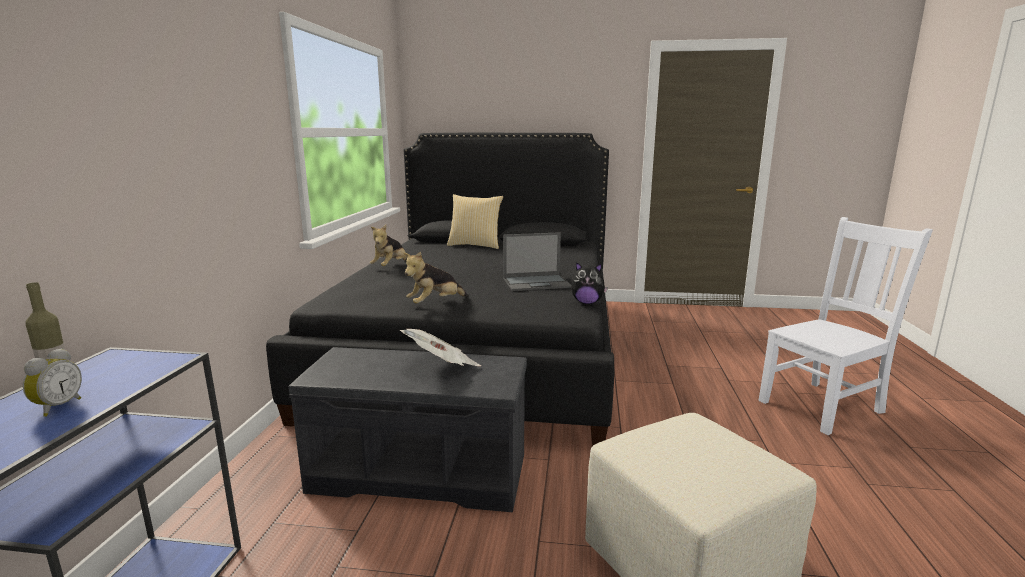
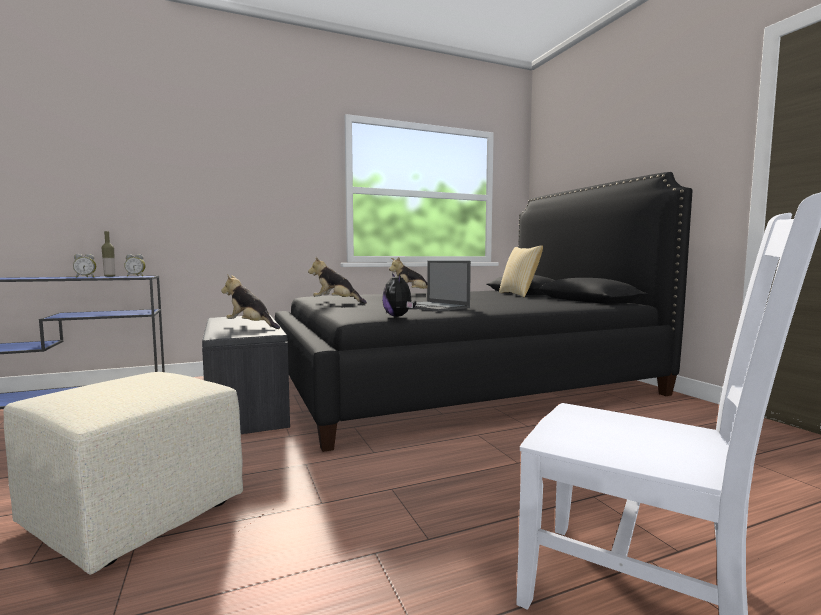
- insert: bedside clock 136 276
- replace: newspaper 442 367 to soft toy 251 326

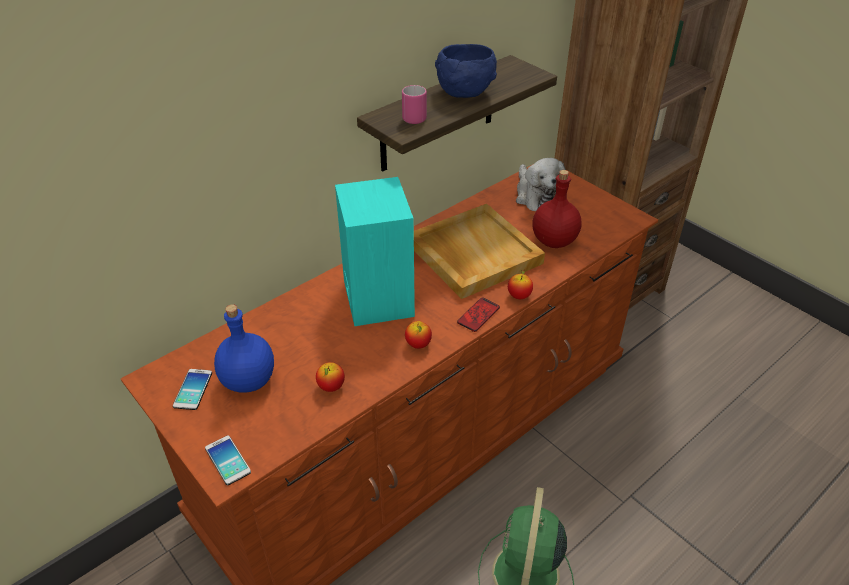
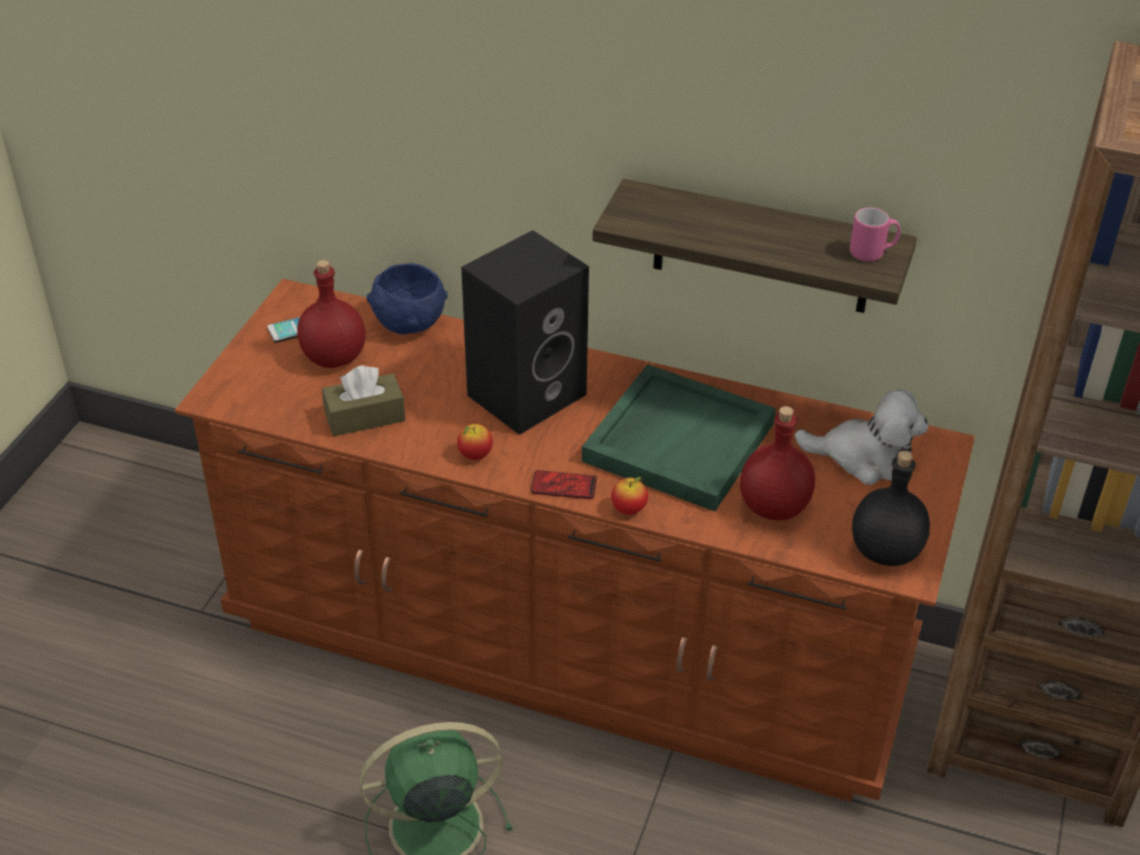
- recolor: beverage bottle (blue-coloured) 247 380 to beverage bottle (red) 334 356
- replace: apple 331 387 to box of tissues (brown) 365 416
- move: bowl (blue-coloured) 465 93 to 410 325
- recolor: audio speaker (turquoise-coloured) 376 297 to audio speaker (black-coloured) 527 392
- recolor: serving tray (beige-coloured) 473 253 to serving tray (greenish) 678 440
- rotate: soft toy 536 196 = 864 457 120 degrees counterclockwise
- move: tea mug (pinkish) 416 117 to 873 253
- insert: beverage bottle (black-coloured) 884 552
- delete: handset 228 460

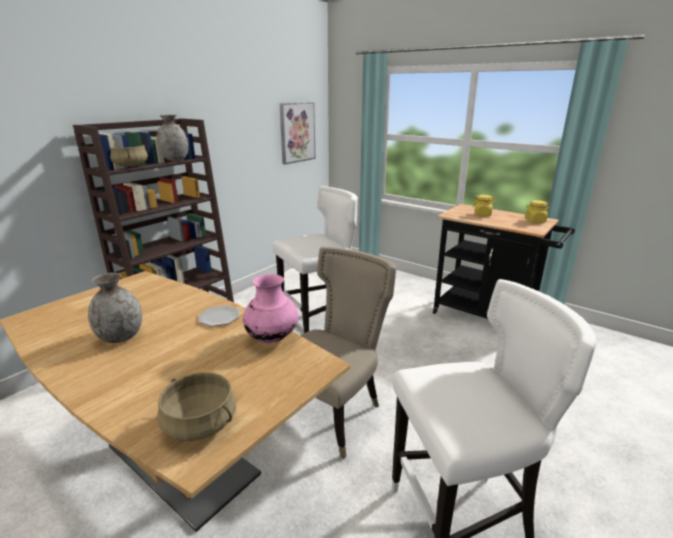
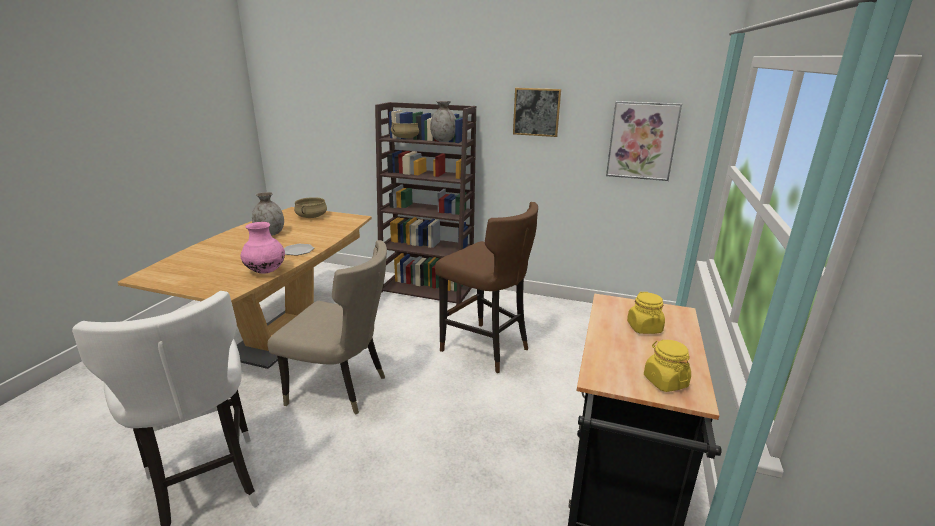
- move: stockpot (beige-coloured) 201 423 to 312 216
- recolor: sitting stool (white-coloured) 319 323 to sitting stool (brown) 486 349
- insert: wall art 536 112

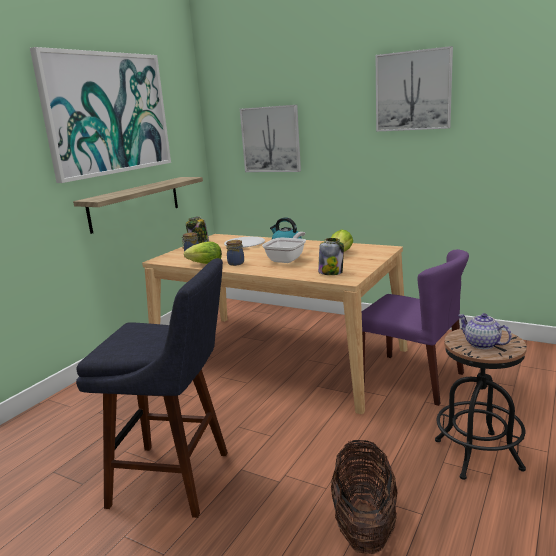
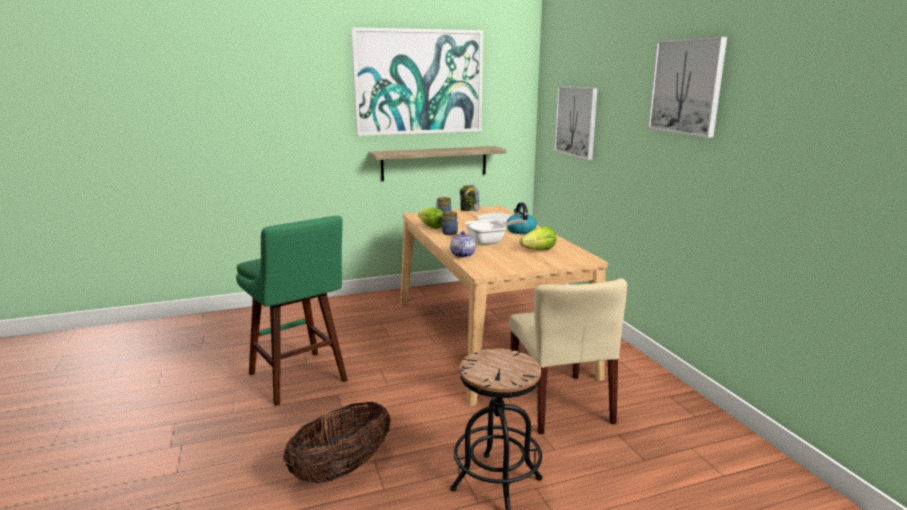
- recolor: sitting stool (blue-coloured) 178 479 to sitting stool (greenish) 300 380
- move: tea pot 482 344 to 462 255
- recolor: upright chair (purple) 412 378 to upright chair (beige-coloured) 560 403
- delete: jar 331 272

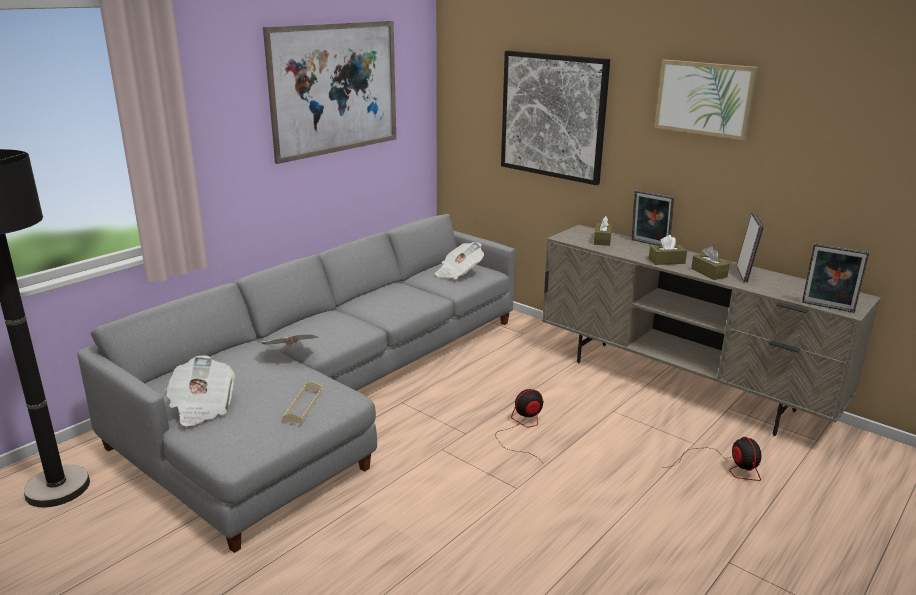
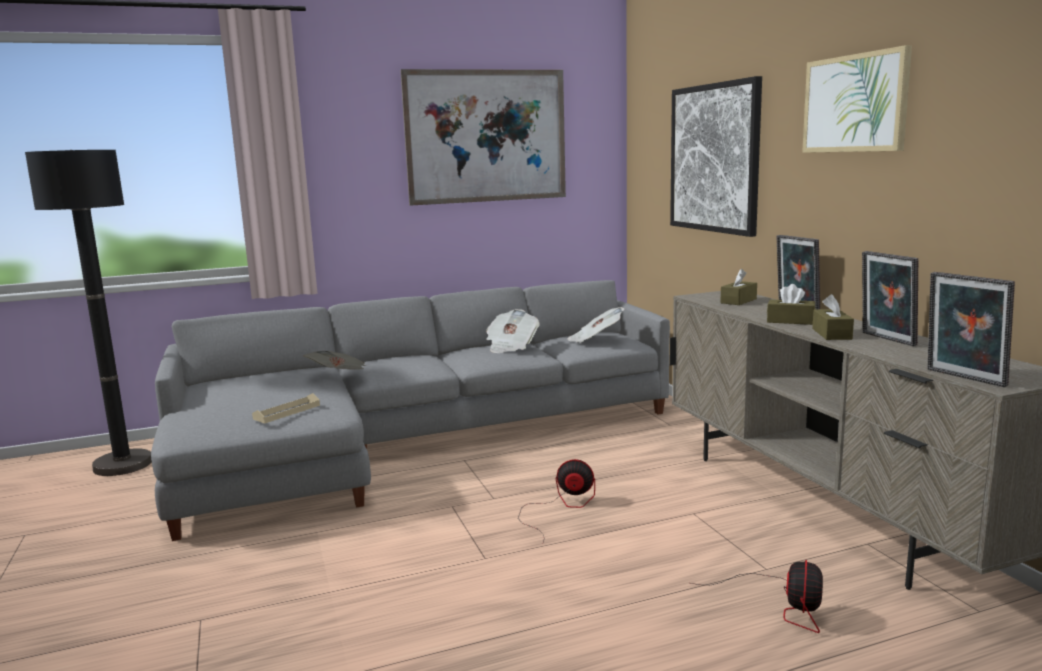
- move: newspaper 202 407 to 511 346
- rotate: picture frame 744 274 = 885 339 120 degrees clockwise

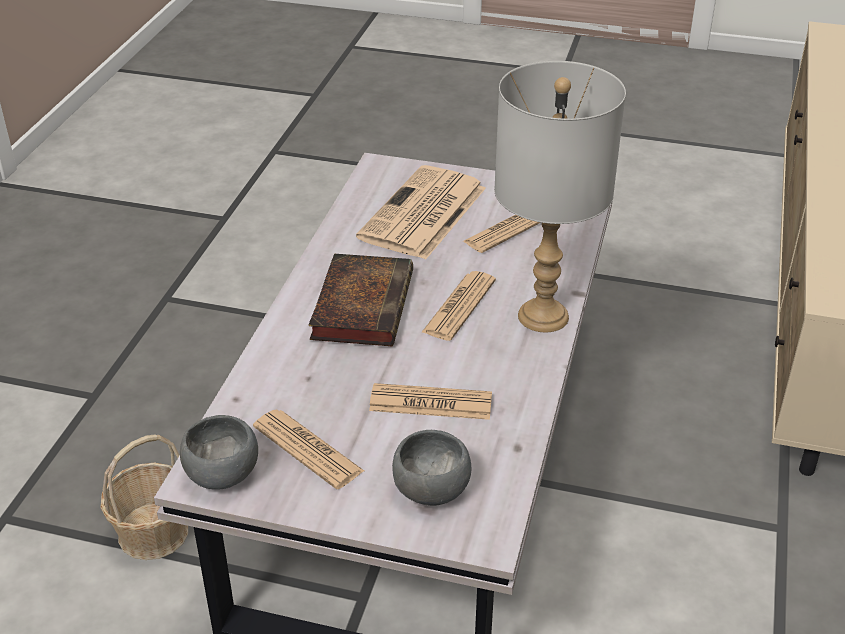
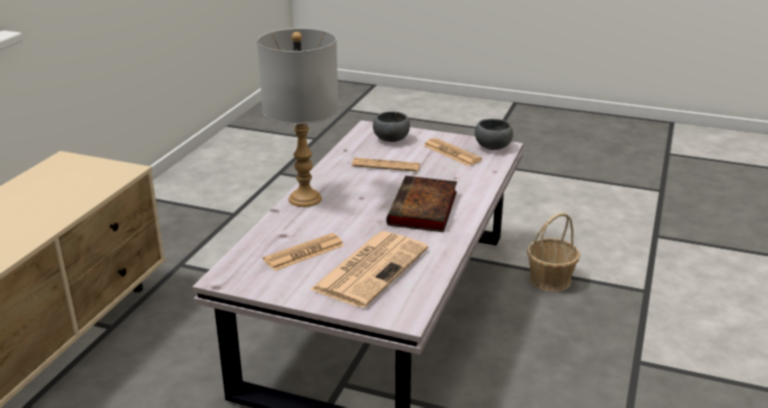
- delete: newspaper 459 306

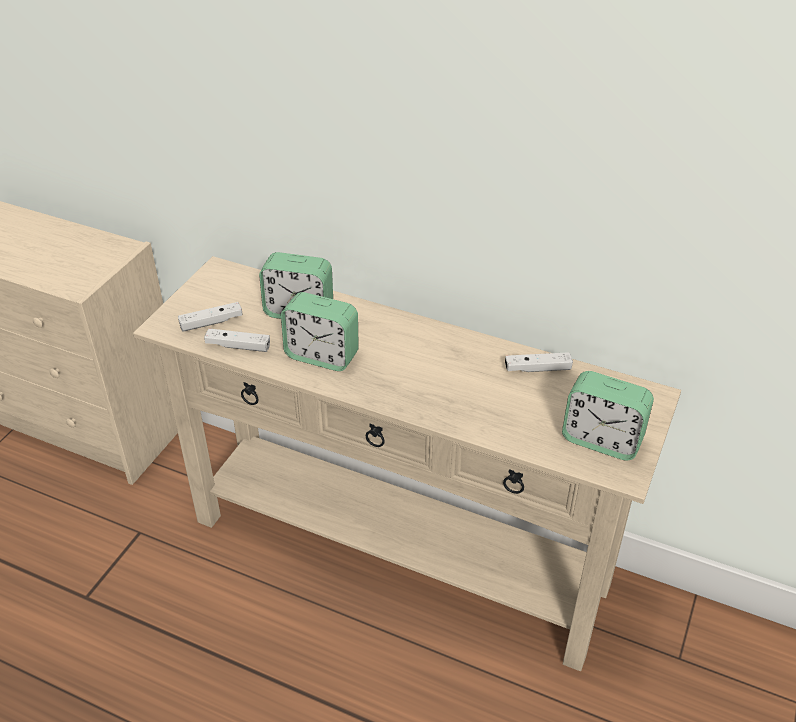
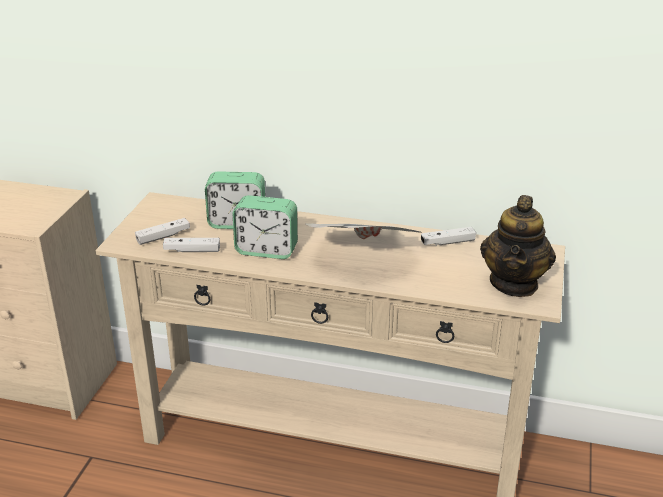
- insert: newspaper 364 254
- replace: bedside clock 602 440 to tea pot 514 283

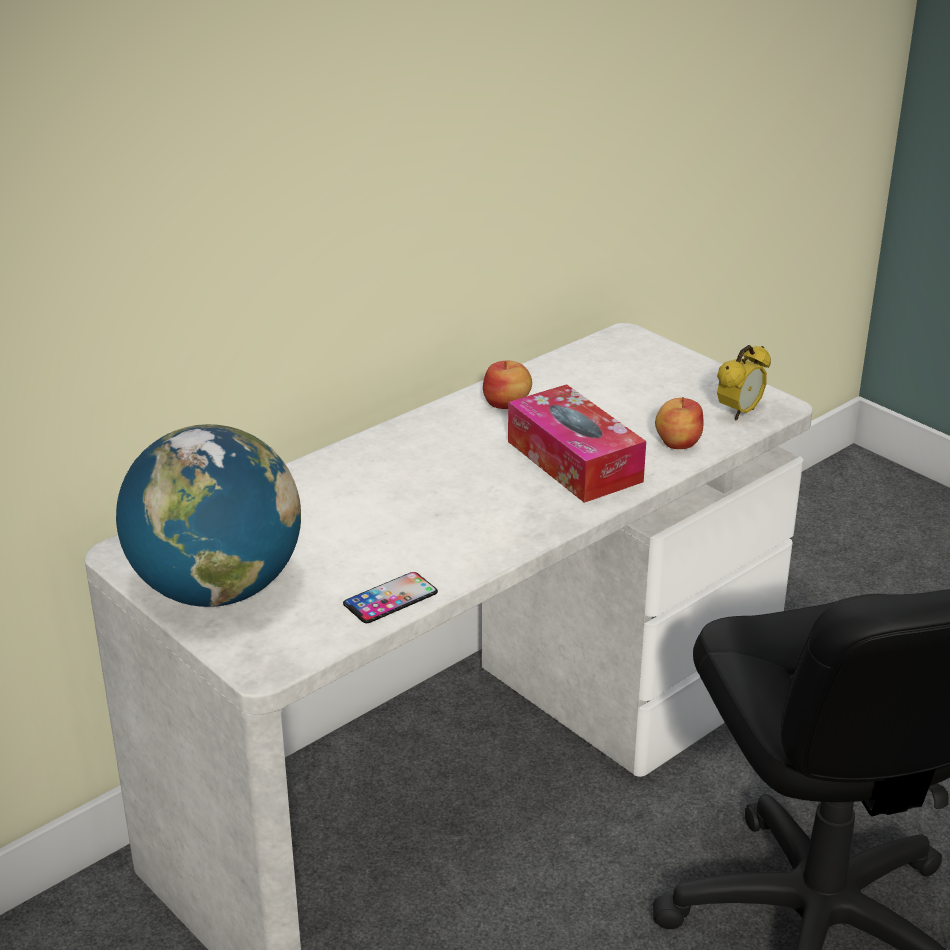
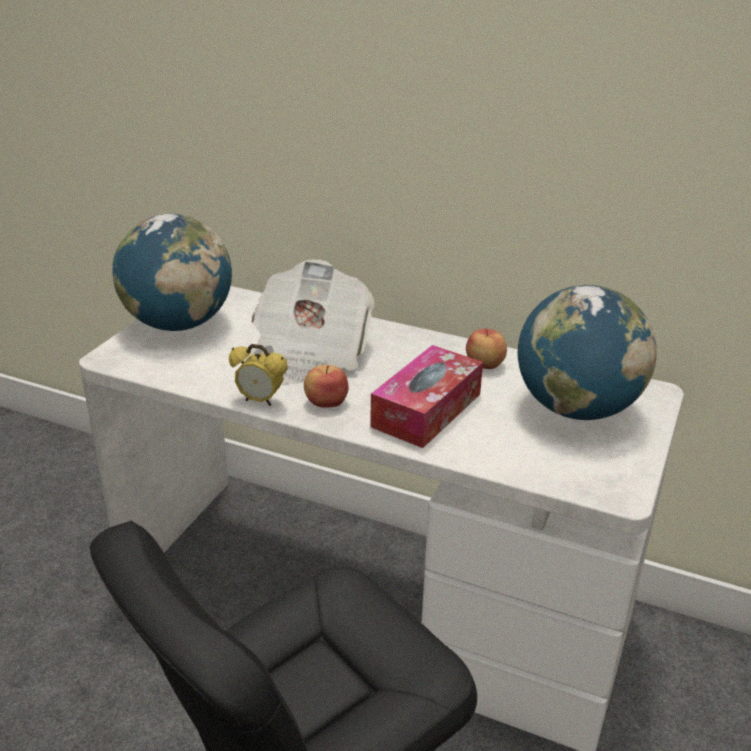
- move: bedside clock 739 413 to 260 400
- insert: newspaper 312 352
- move: apple 677 443 to 326 401
- insert: world globe 576 408
- delete: handset 390 598

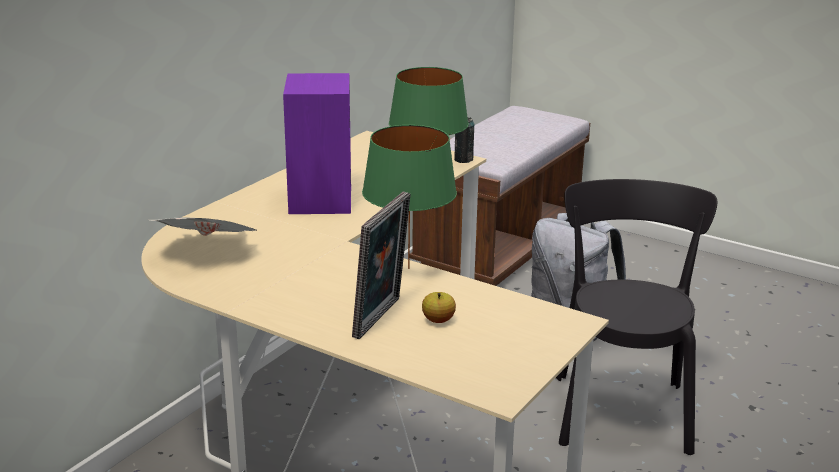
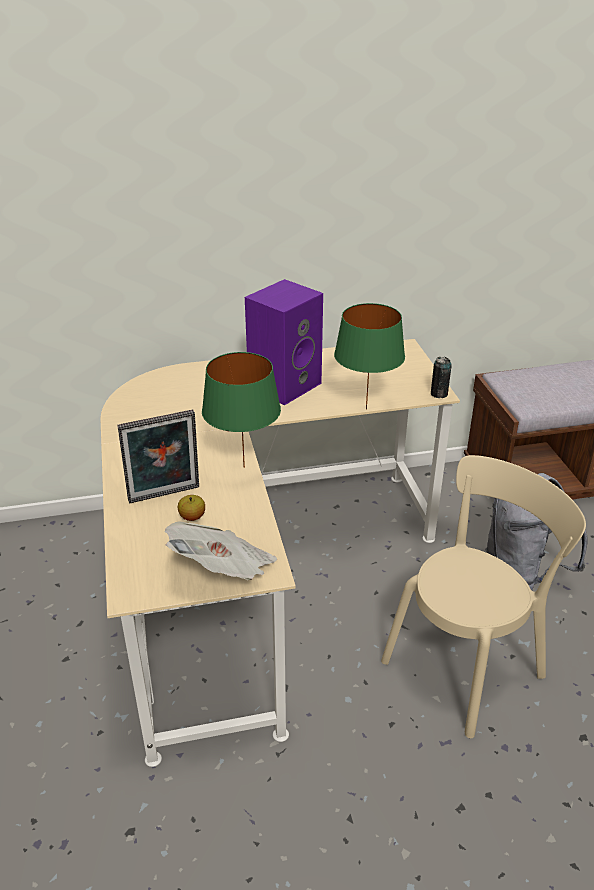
- move: newspaper 209 251 to 224 570
- recolor: upright chair (black-coloured) 621 408 to upright chair (beige-coloured) 467 664

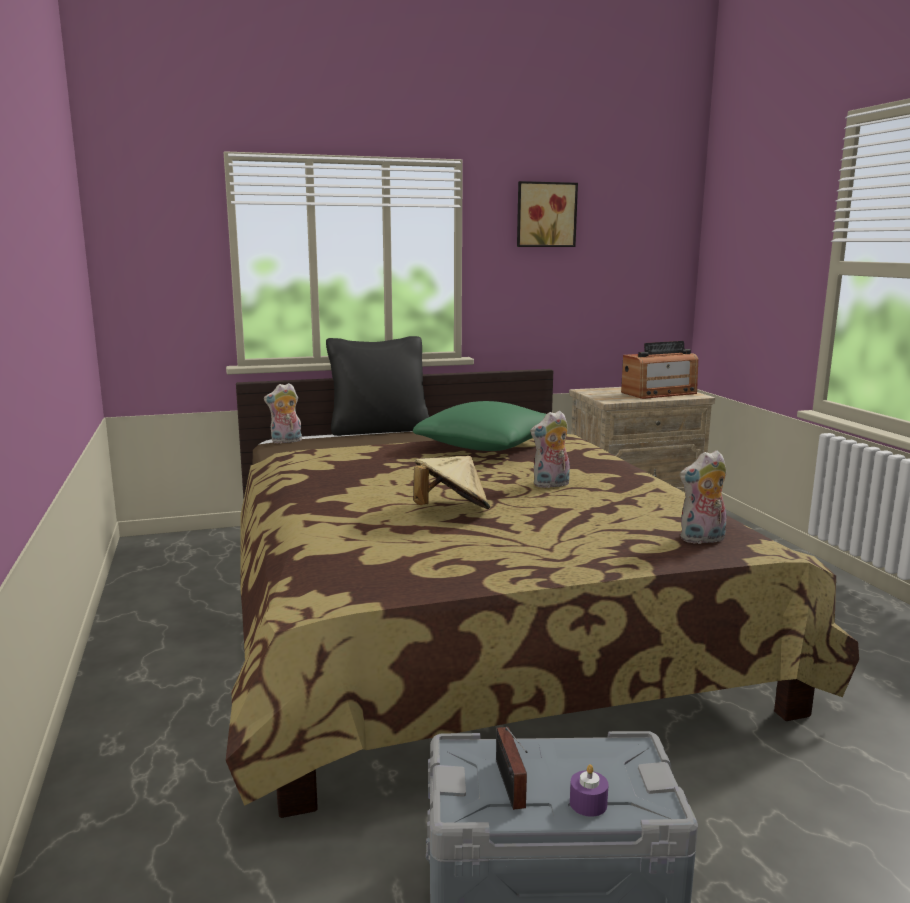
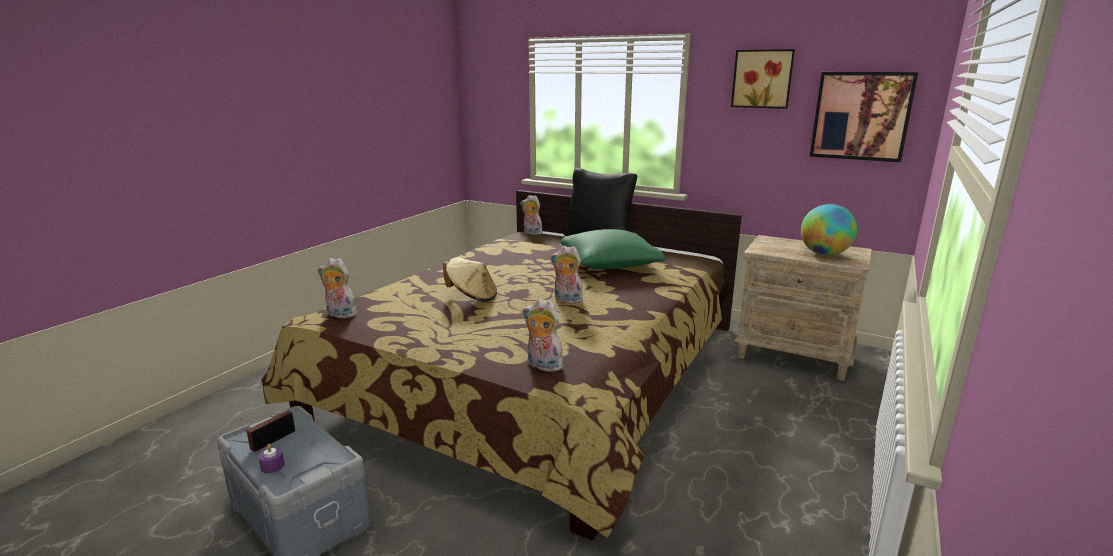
- insert: soft toy 339 315
- replace: radio set 659 393 to world globe 824 254
- insert: wall art 861 116

